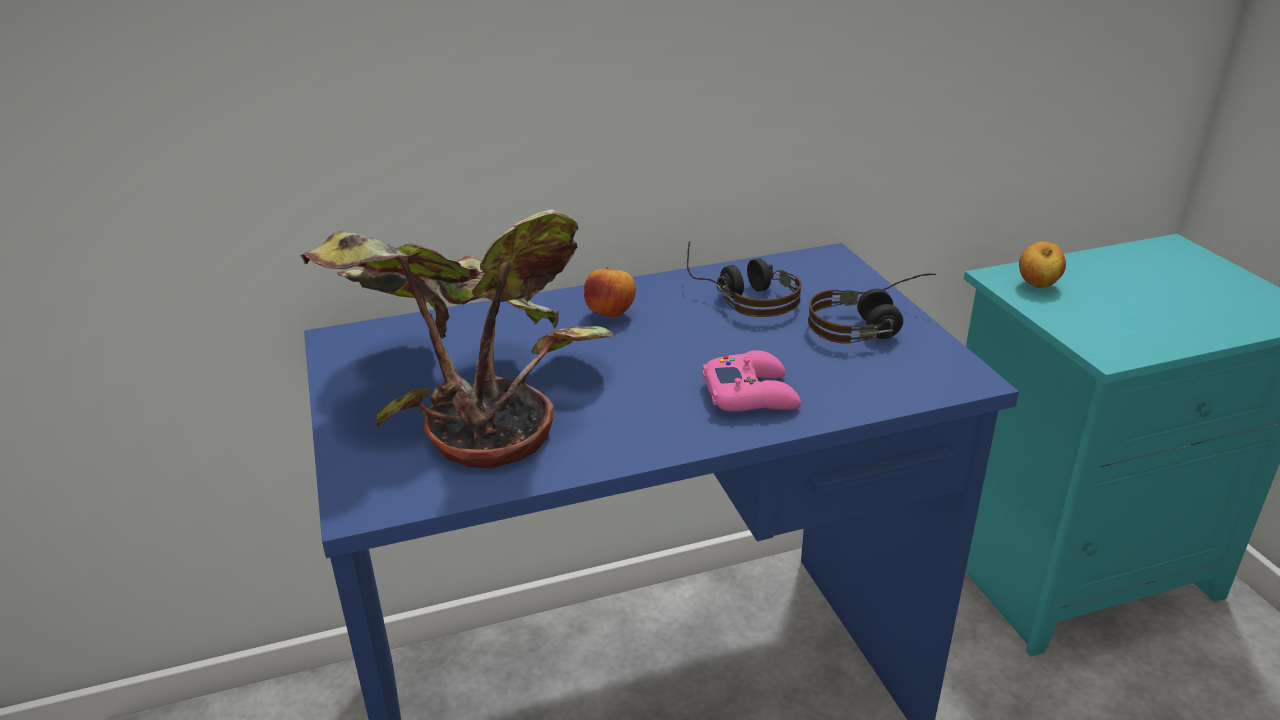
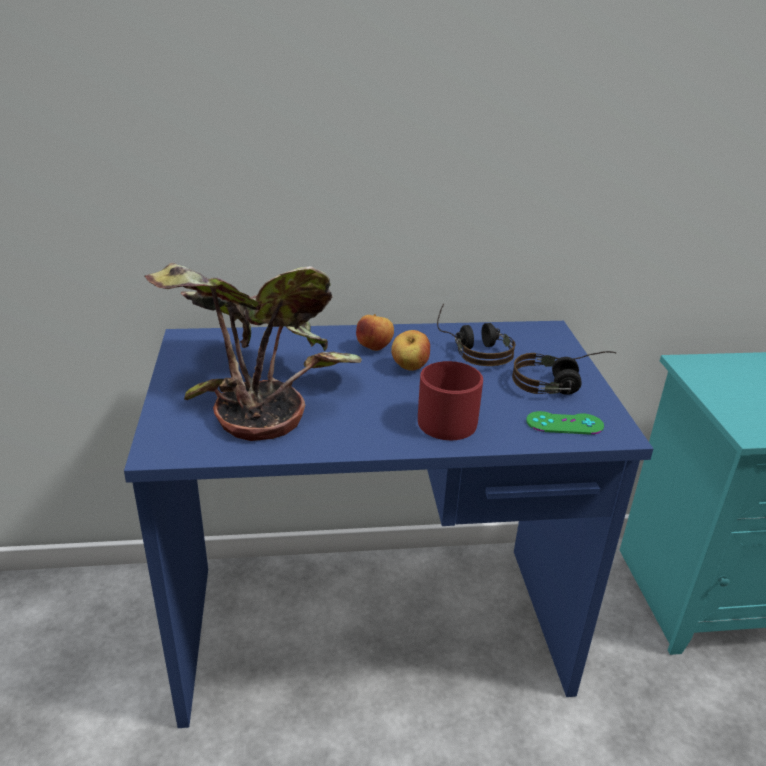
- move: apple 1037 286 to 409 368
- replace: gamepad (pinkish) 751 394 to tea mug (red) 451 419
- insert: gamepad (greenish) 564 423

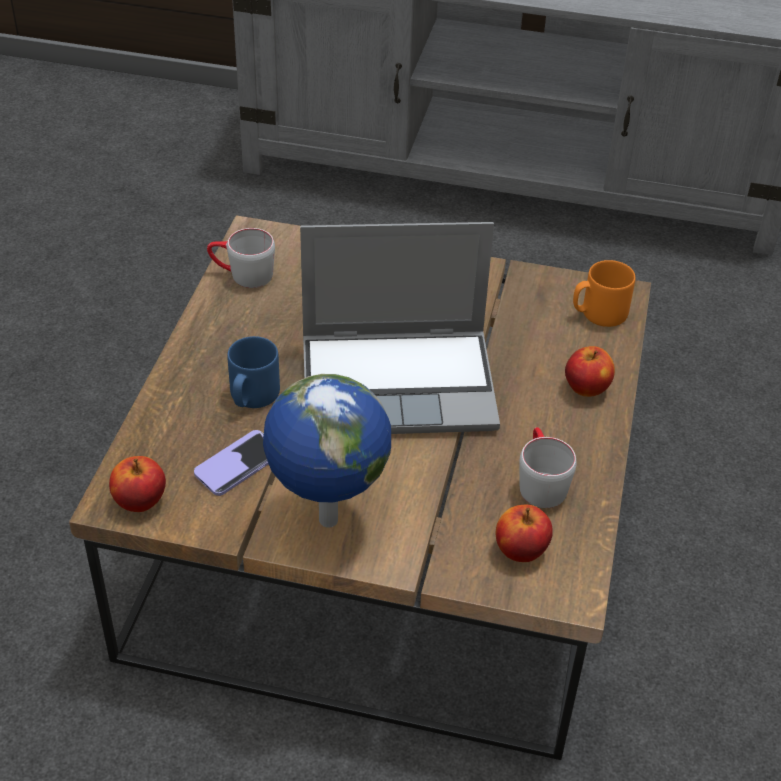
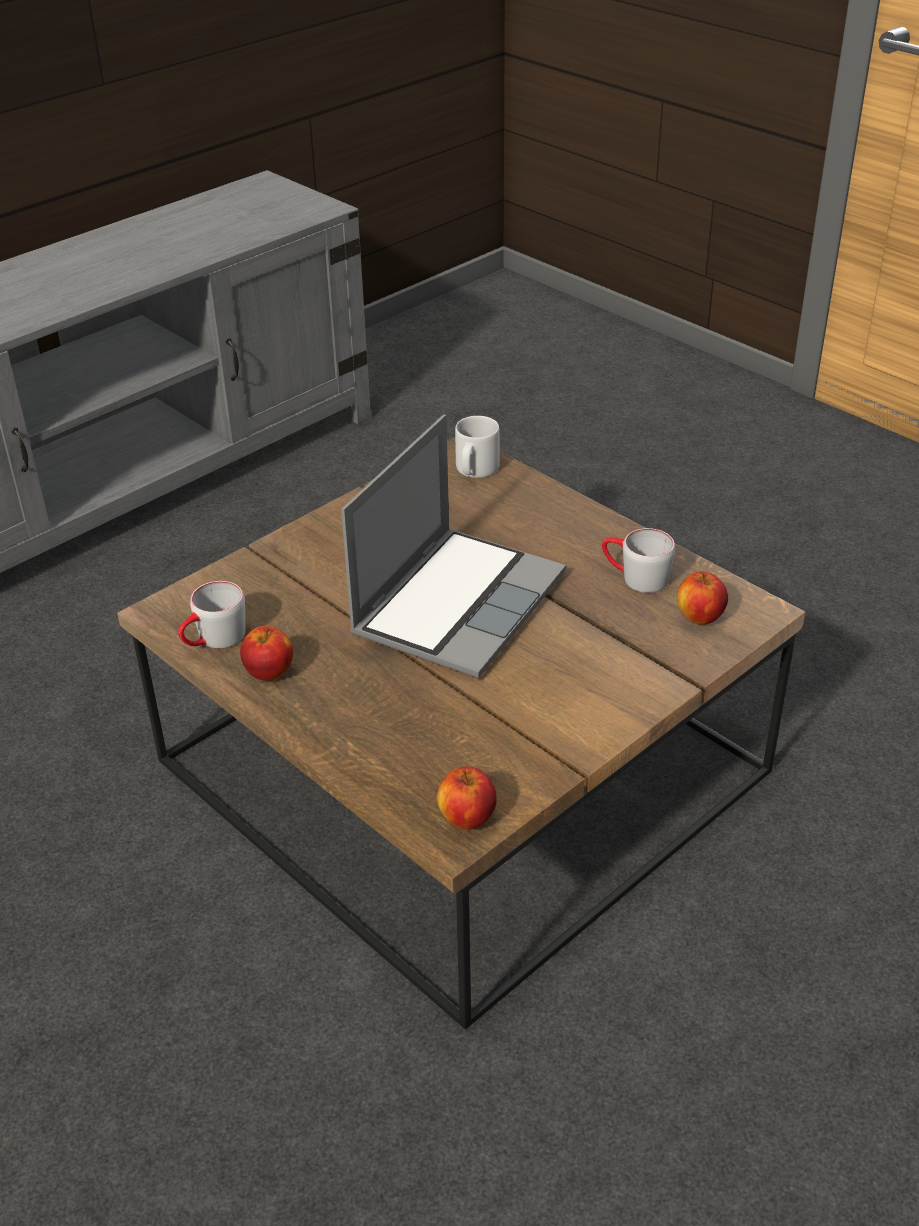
- move: apple 586 388 to 269 672
- recolor: tea mug (orange-coloured) 598 313 to tea mug (gray) 475 470
- delete: handset 238 465
- delete: tea mug (blue-coloured) 252 396
- delete: world globe 326 520

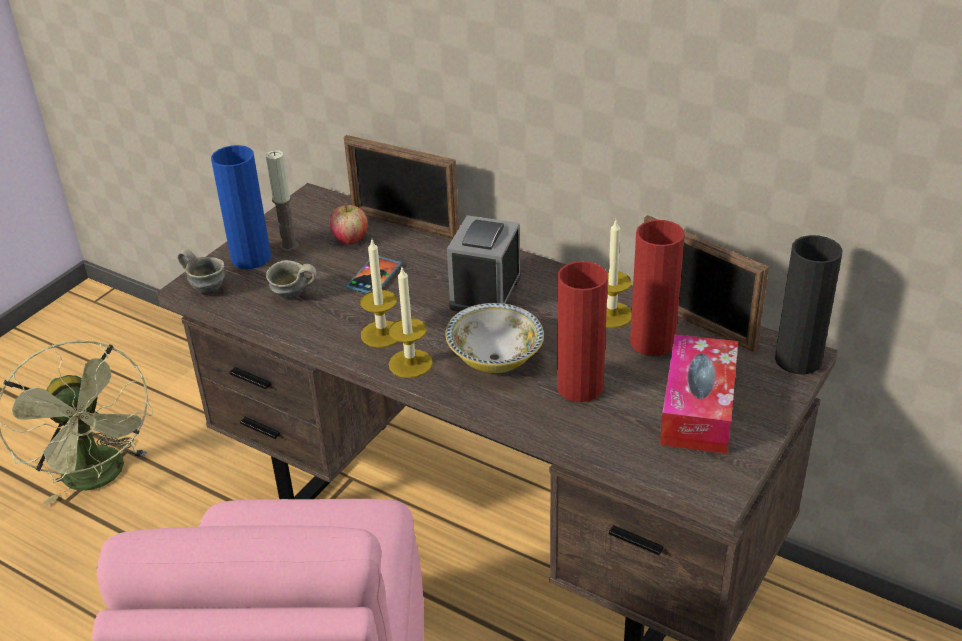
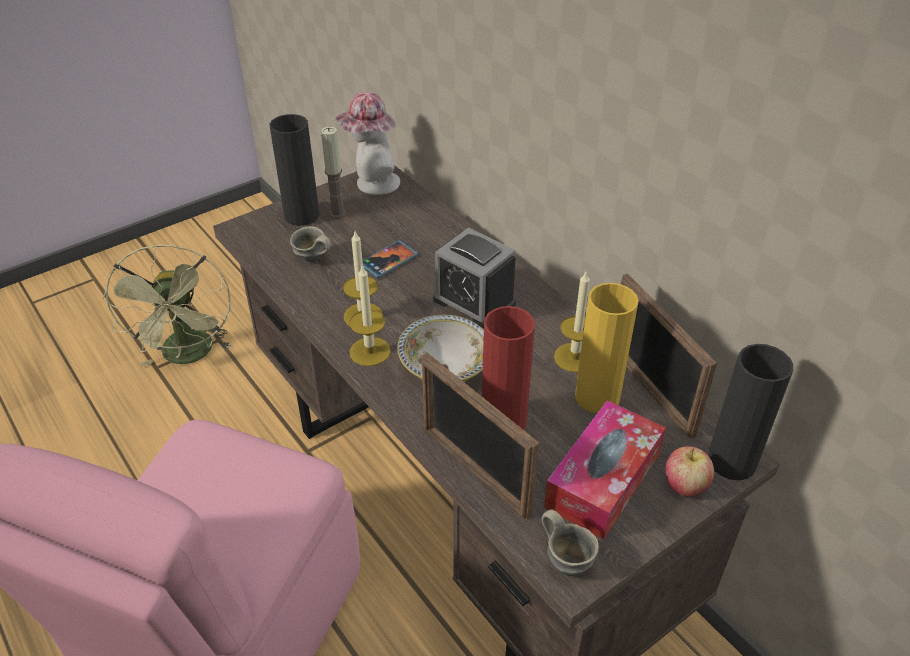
- recolor: flower vase (blue-coloured) 251 258 to flower vase (black-coloured) 302 215
- insert: clothing hat 372 184
- move: picture frame 404 224 to 474 471
- rotate: bedside clock 485 292 = 474 301 90 degrees counterclockwise
- move: tea mug (gray) 207 288 to 567 560
- recolor: flower vase (red) 652 342 to flower vase (yellow) 597 397
- move: apple 350 239 to 684 485

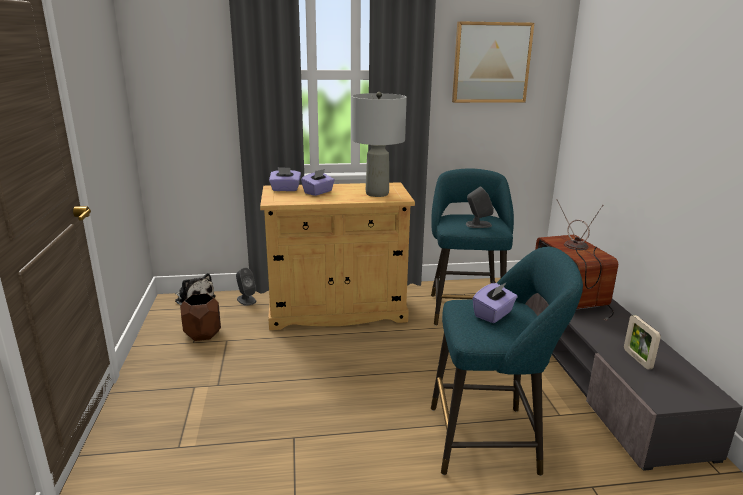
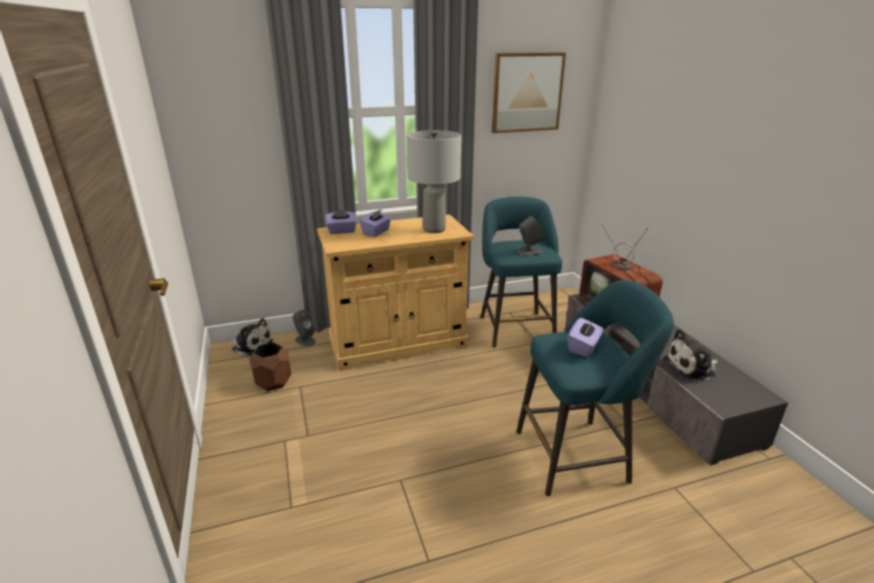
- replace: picture frame 637 359 to soft toy 692 367

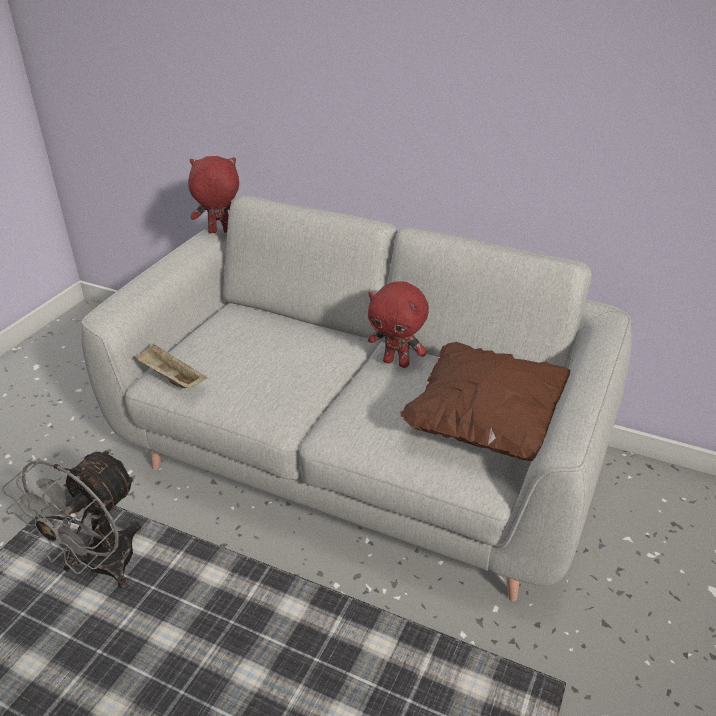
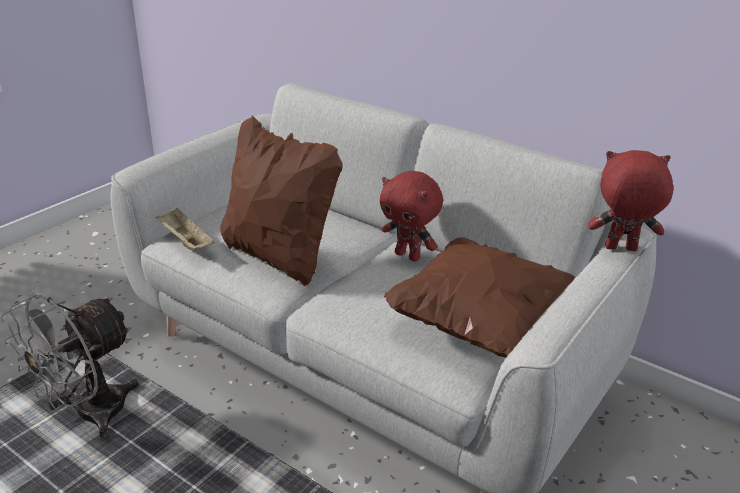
- insert: throw pillow (brown) 279 257
- move: soft toy (red) 219 232 to 620 249

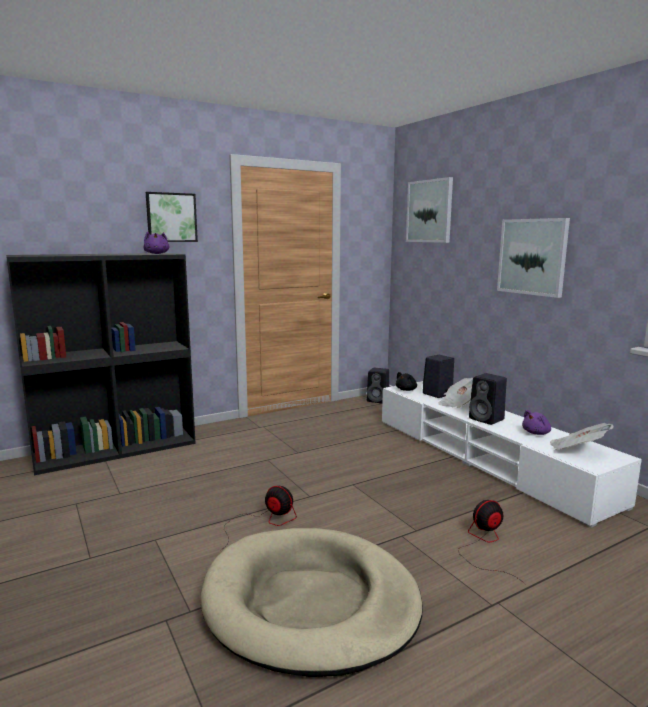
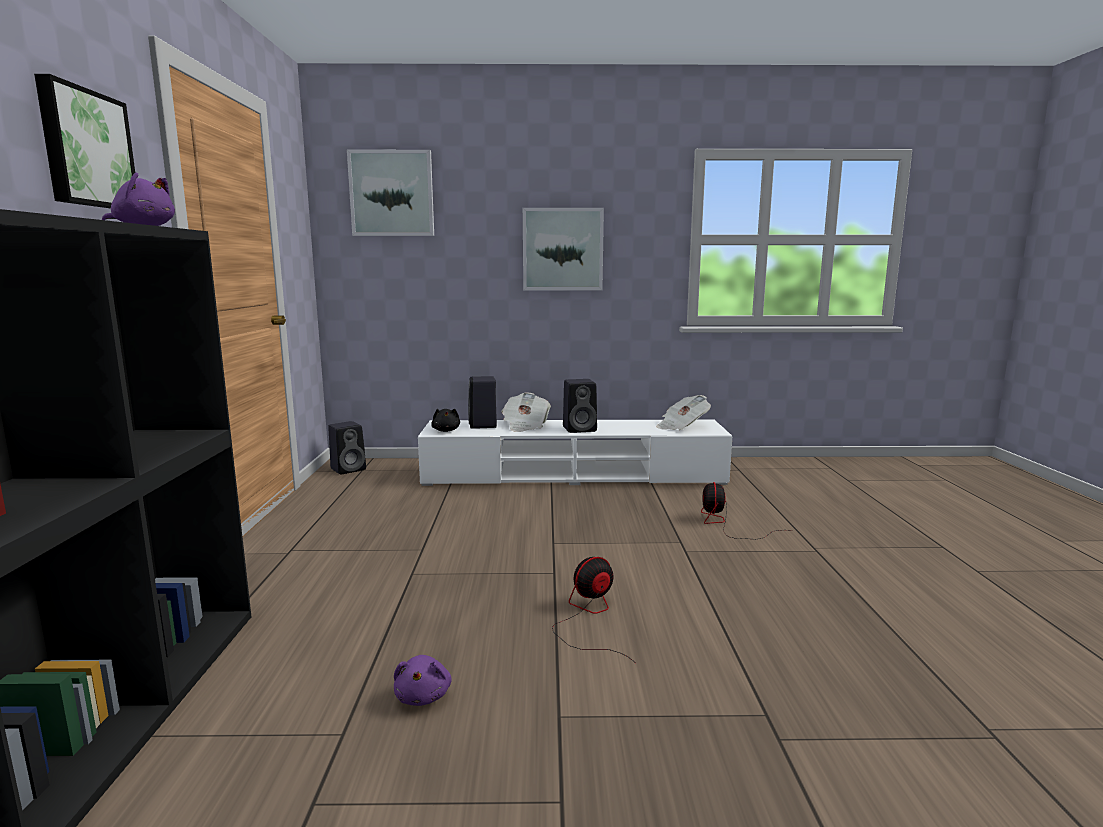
- move: soft toy (purple) 537 433 to 423 696
- delete: pet bed (beige-coloured) 310 603

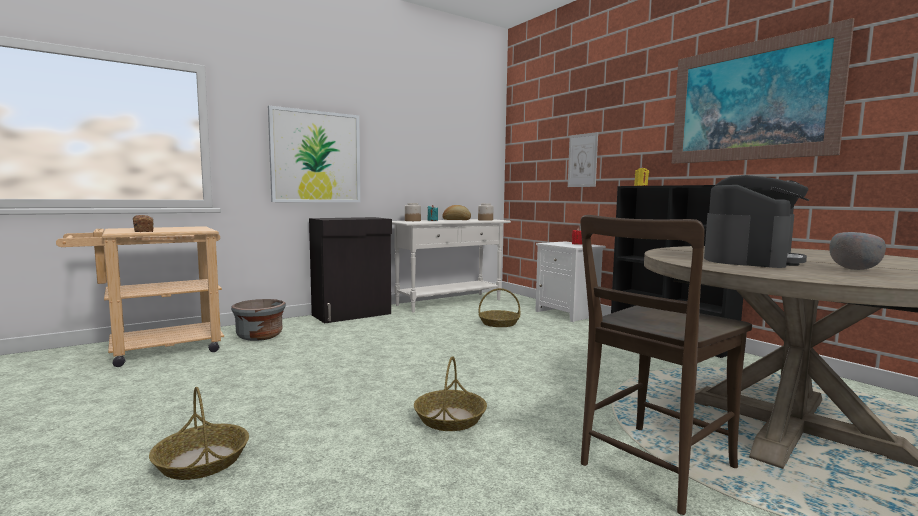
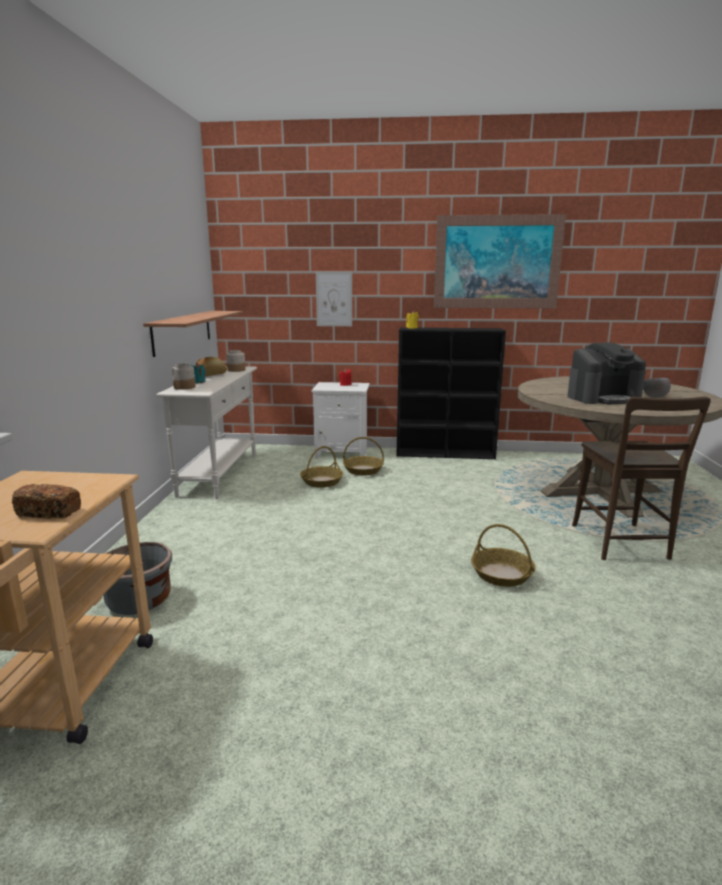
- insert: shelf 182 331
- move: storage basket 201 461 to 363 470
- rotate: coffee machine 751 260 = 603 398 90 degrees clockwise
- delete: wall art 316 157
- delete: cabinet (black-coloured) 352 314

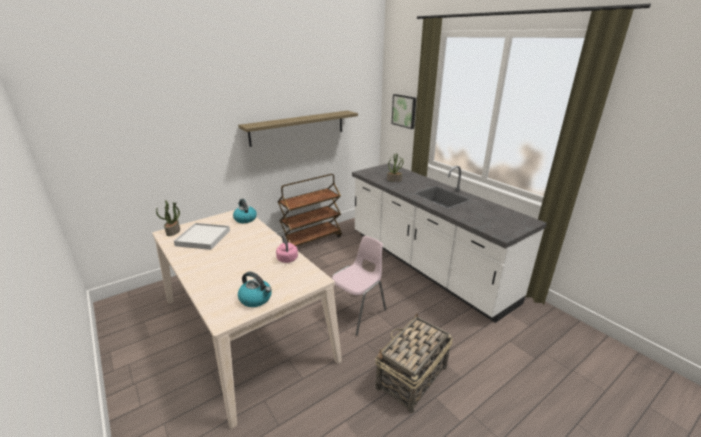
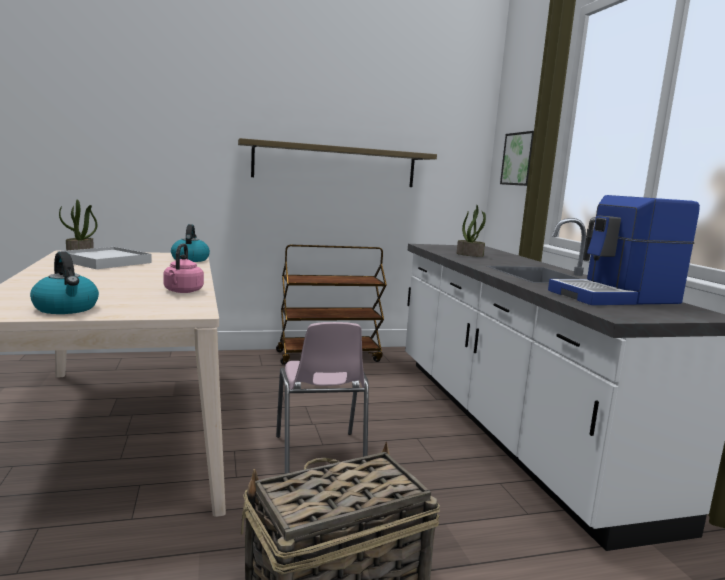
- rotate: upright chair (pinkish) 357 313 = 319 457 105 degrees clockwise
- insert: coffee machine 616 297

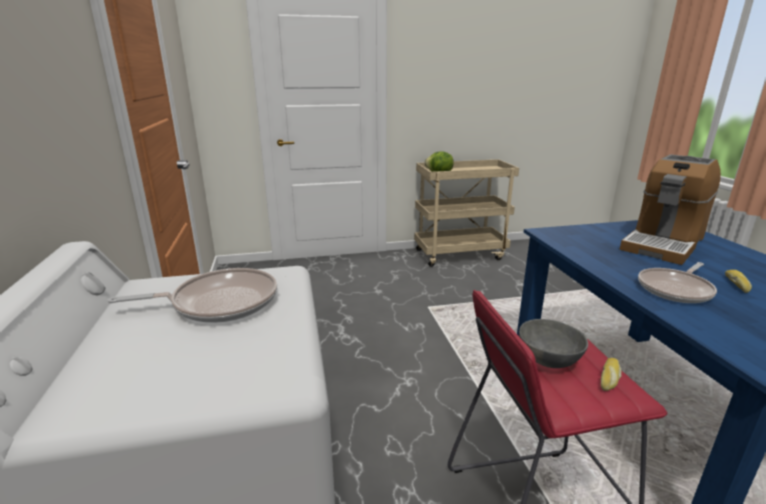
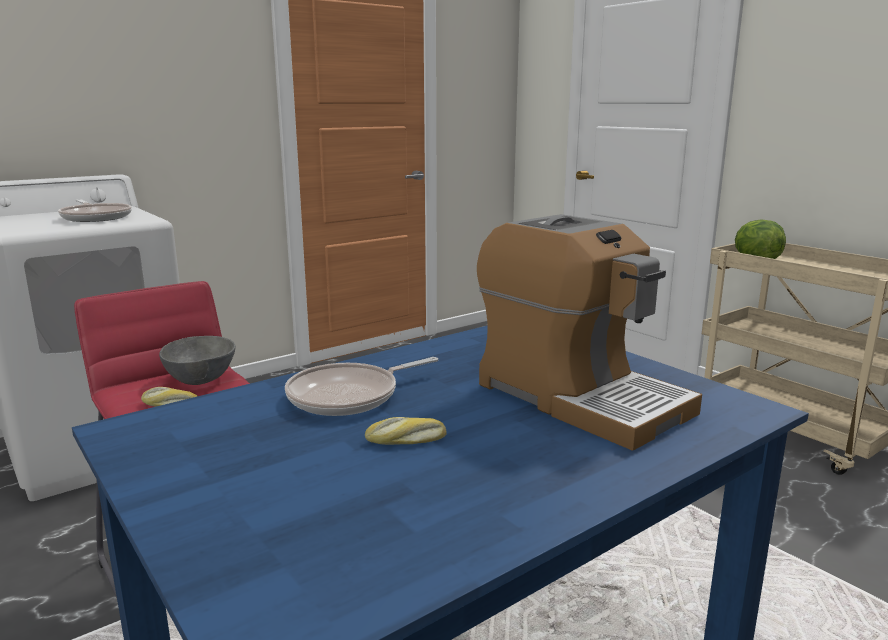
- rotate: pan 676 289 = 349 396 60 degrees counterclockwise
- rotate: coffee machine 663 243 = 579 397 150 degrees counterclockwise

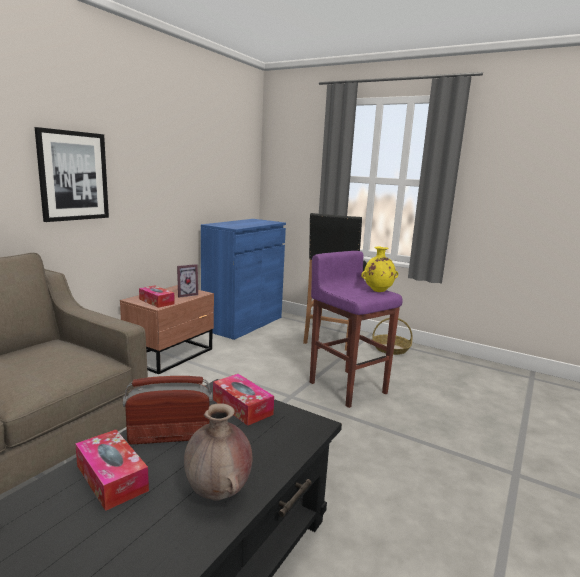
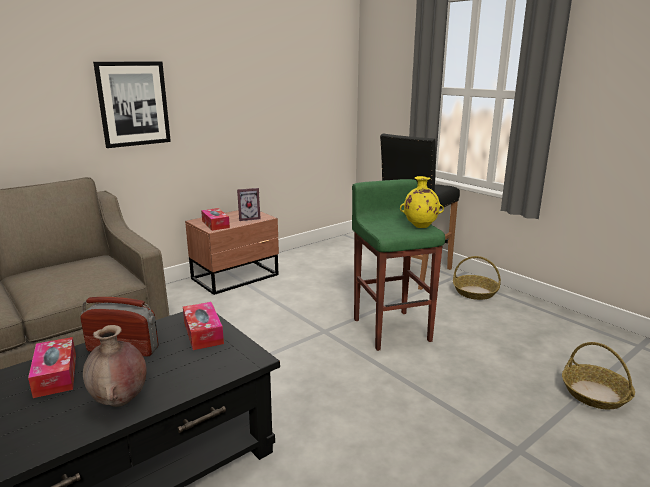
- recolor: sitting stool (purple) 347 387 to sitting stool (greenish) 392 329
- insert: storage basket 595 394
- delete: cabinet (blue-coloured) 243 323

